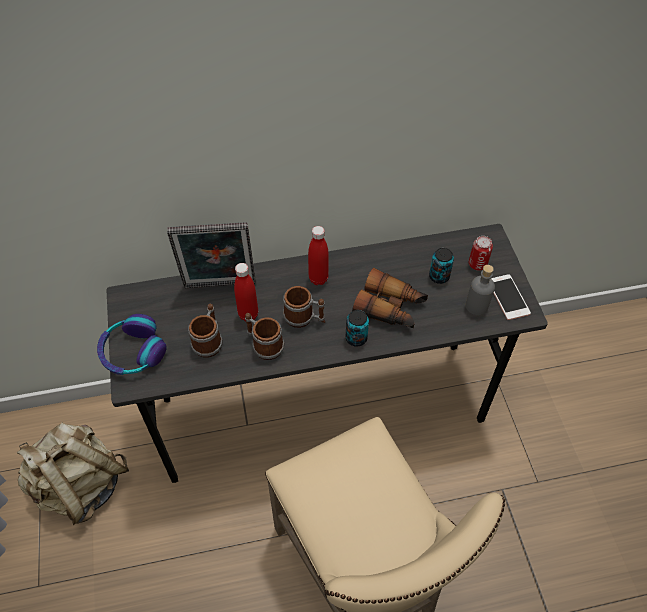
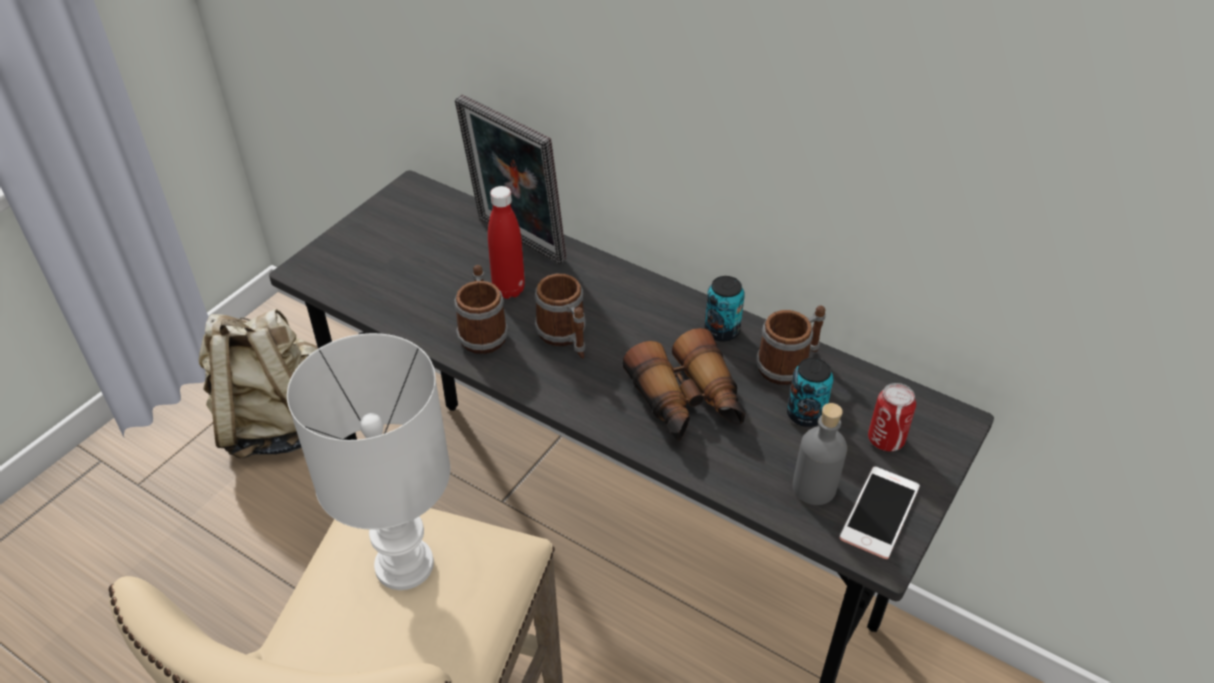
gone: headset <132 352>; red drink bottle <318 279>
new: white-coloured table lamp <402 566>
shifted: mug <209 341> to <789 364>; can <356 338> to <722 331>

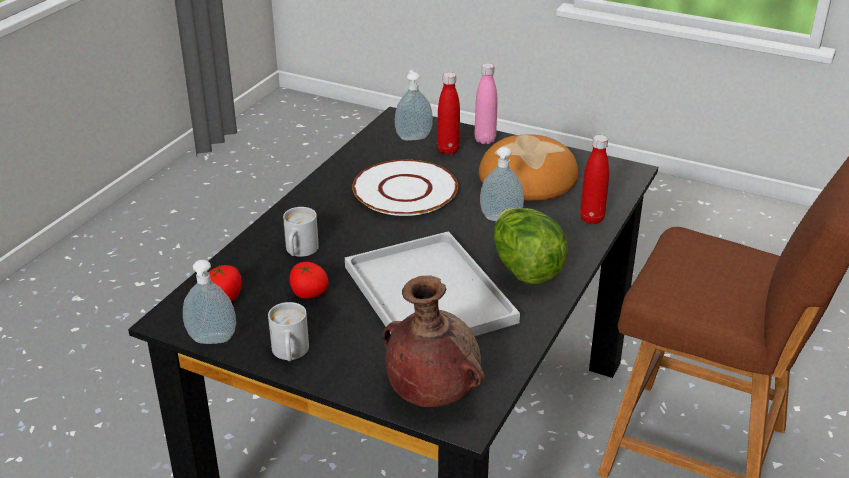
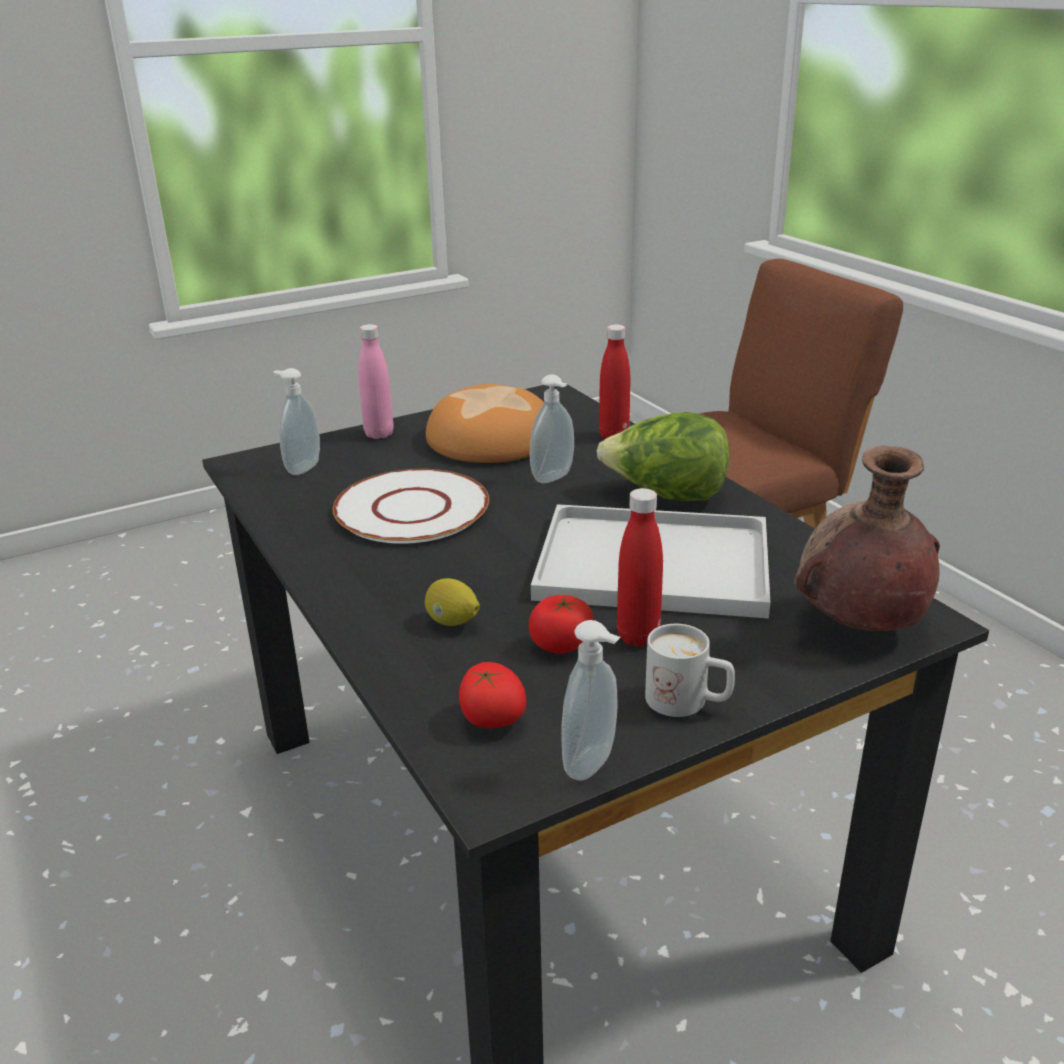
shifted: red drink bottle <448 150> to <638 637>
swapped: white-coloured mug <300 252> to citrus fruit <452 622>

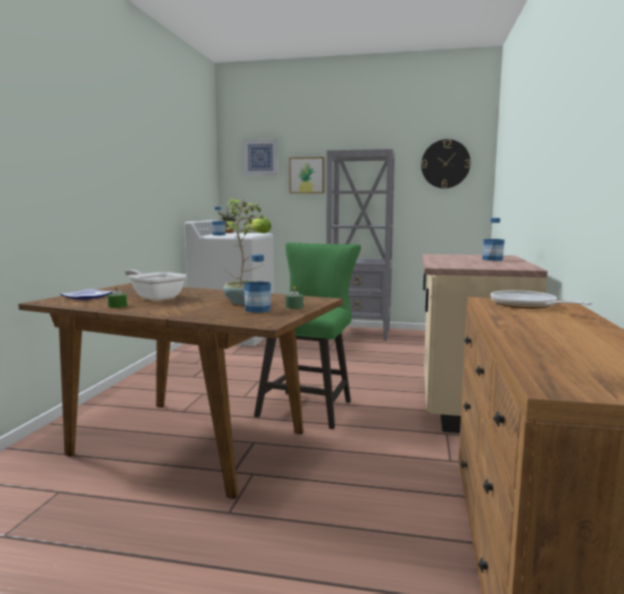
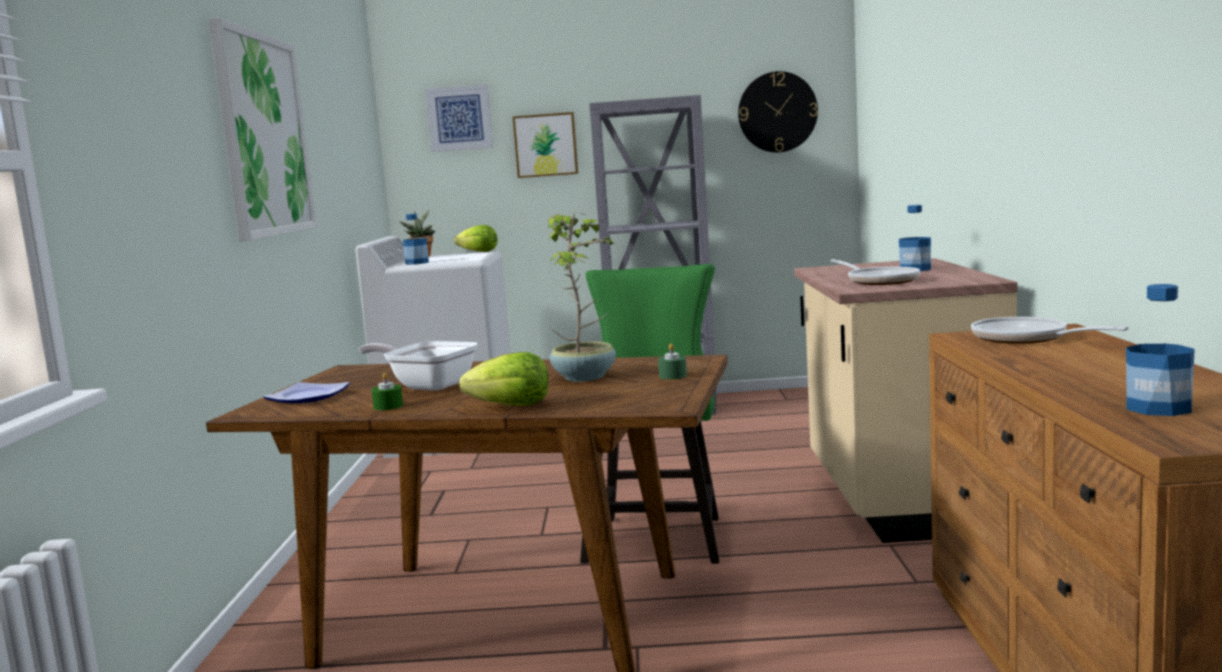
new: picture <263 135>; lettuce <512 406>; skillet <879 281>
shifted: drink bottle <257 310> to <1158 408>

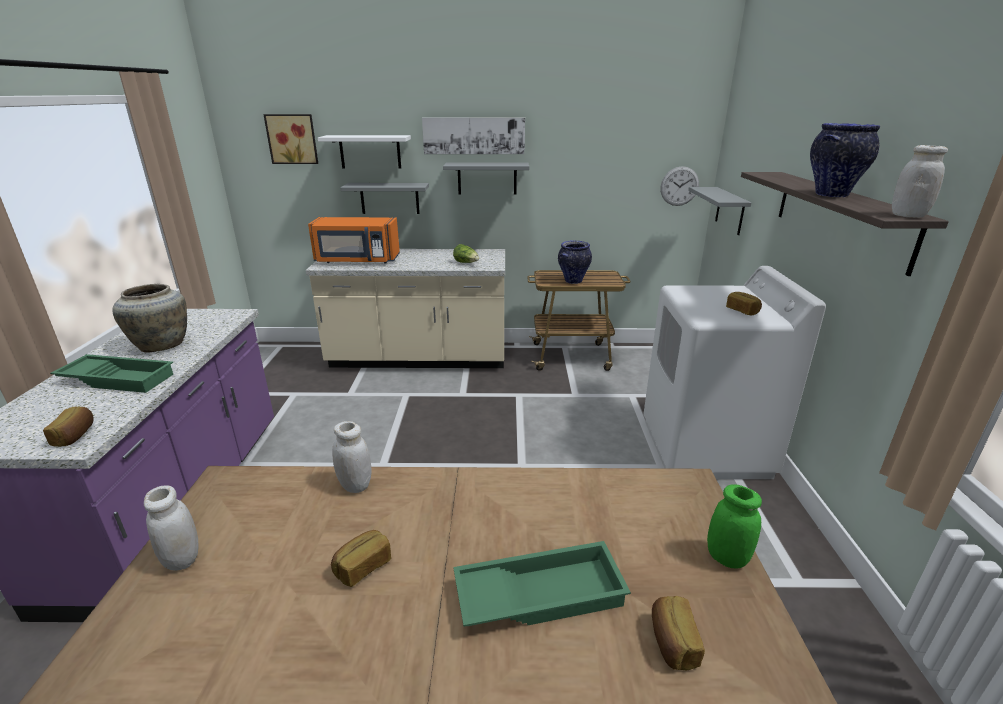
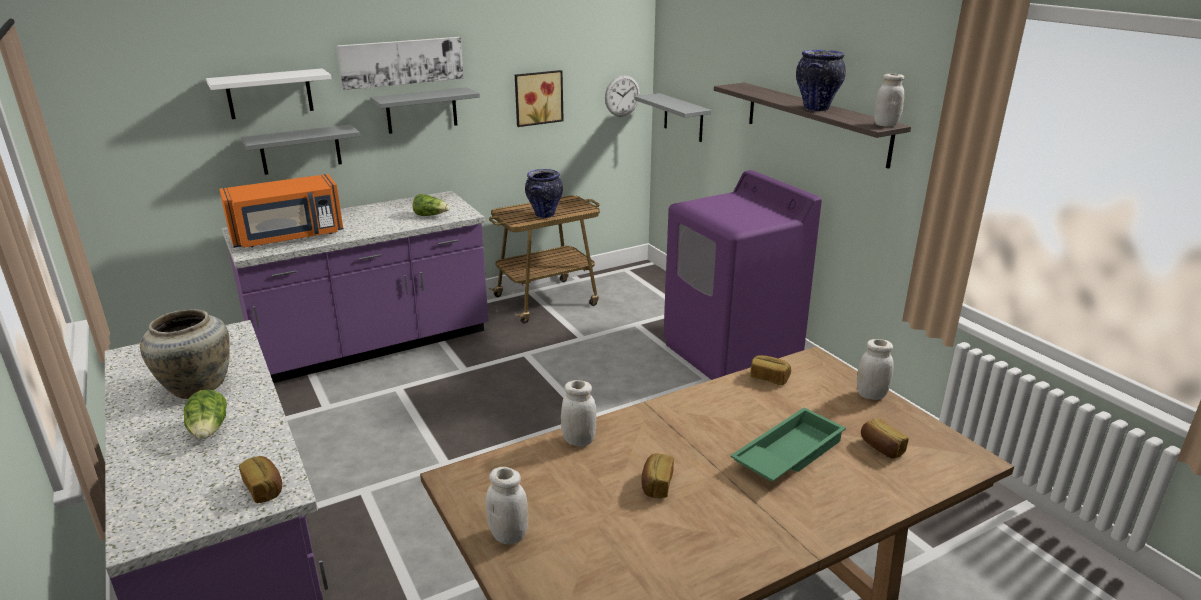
shifted: picture <292 139> to <538 97>; bread <742 311> to <769 378>
swapped: green-coloured serving tray <119 378> to lettuce <209 430>
repainted: beige-coloured kitchen counter <419 358> to purple-coloured kitchen counter <373 345>; white-coloured washing machine <705 448> to purple-coloured washing machine <731 353>; green-coloured jar <726 557> to white-coloured jar <871 395>

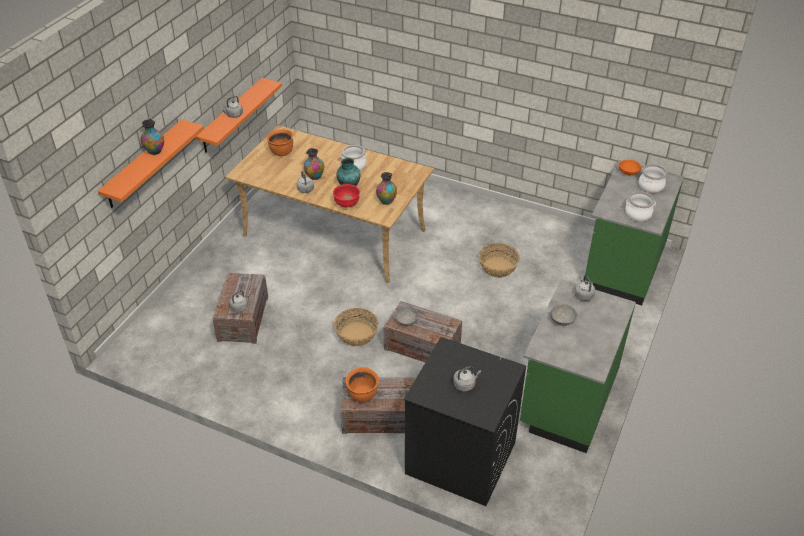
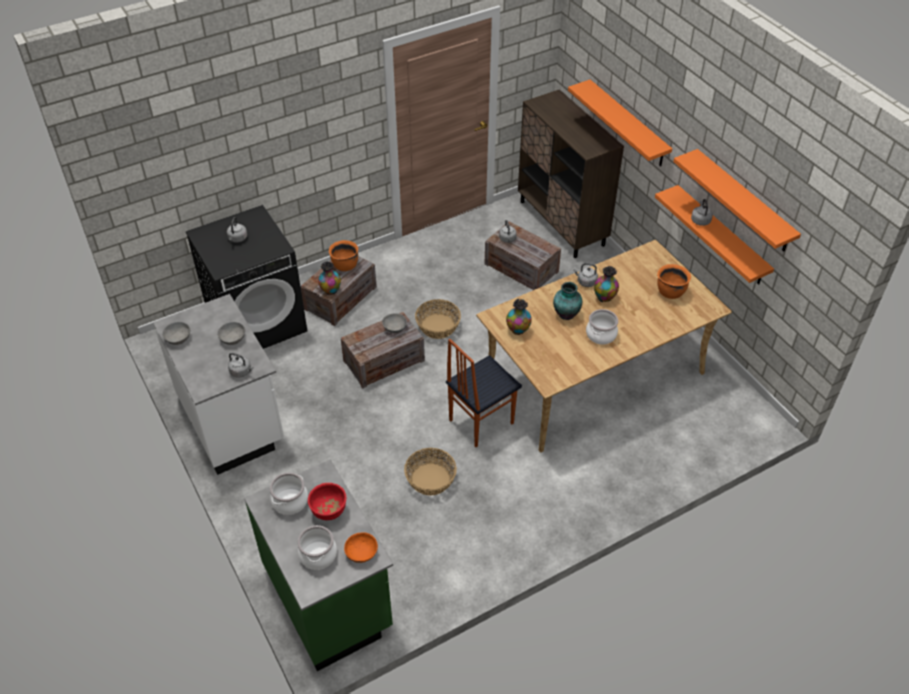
new: gray bowl <178 338>; upright chair <480 421>; brown-coloured storage cabinet <562 223>; orange-coloured shelf <743 201>
shifted: vase <155 151> to <330 290>; red bowl <347 204> to <328 511>
repainted: green-coloured kitchen counter <567 400> to white-coloured kitchen counter <232 419>

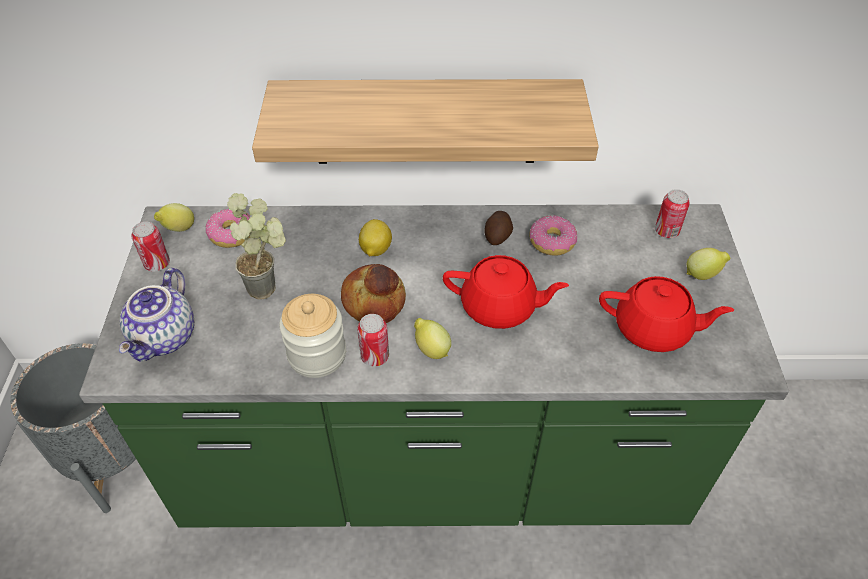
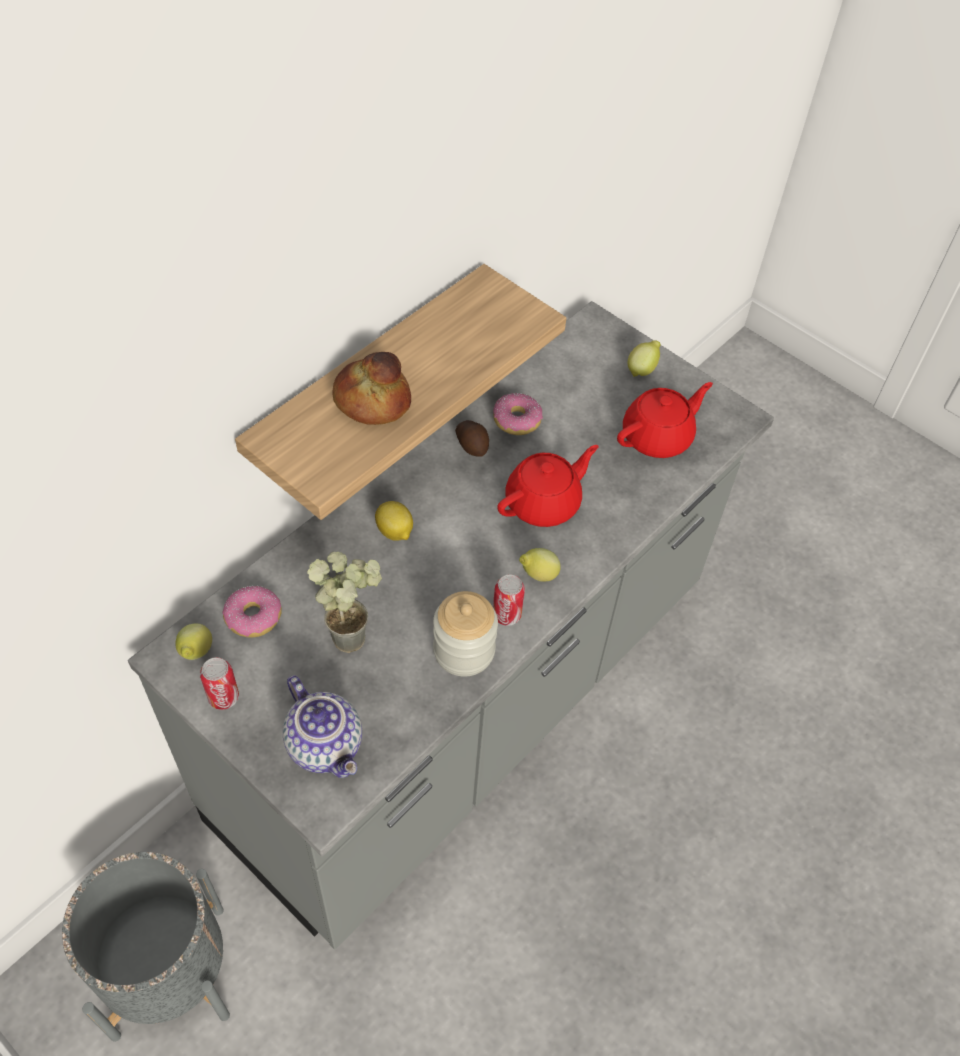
gone: can <666 231>
shifted: bread <374 301> to <372 400>
repainted: green-coloured kitchen counter <434 466> to gray kitchen counter <468 705>

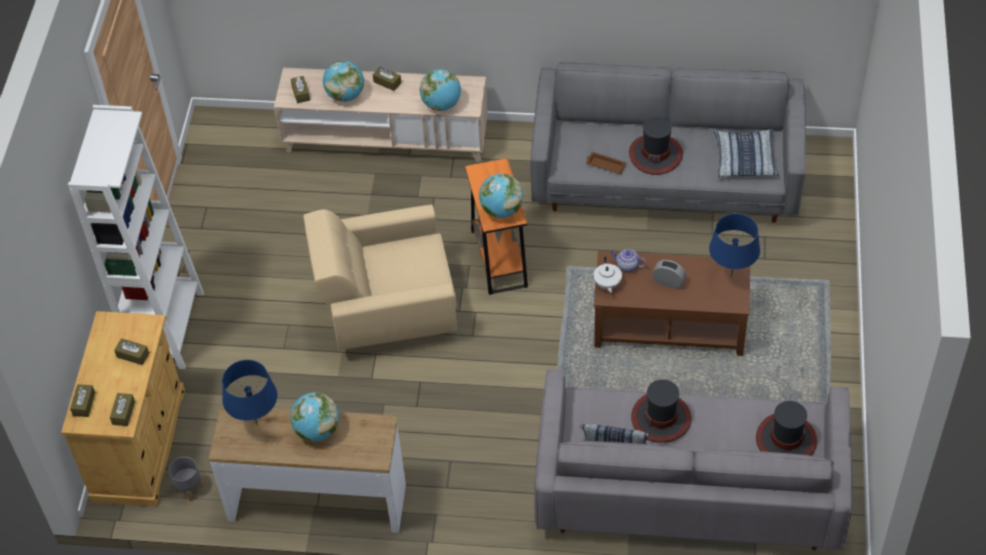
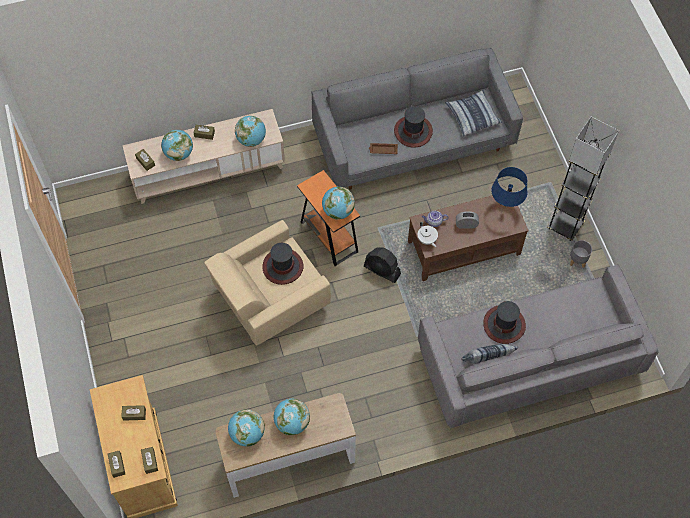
gone: white-coloured bookcase <167 328>
new: black-coloured cooling fan <382 270>; gray standard lamp <565 226>
shifted: gray plant pot <189 489> to <578 260>; hat <785 439> to <282 267>
swapped: blue-coloured table lamp <256 424> to globe <247 434>

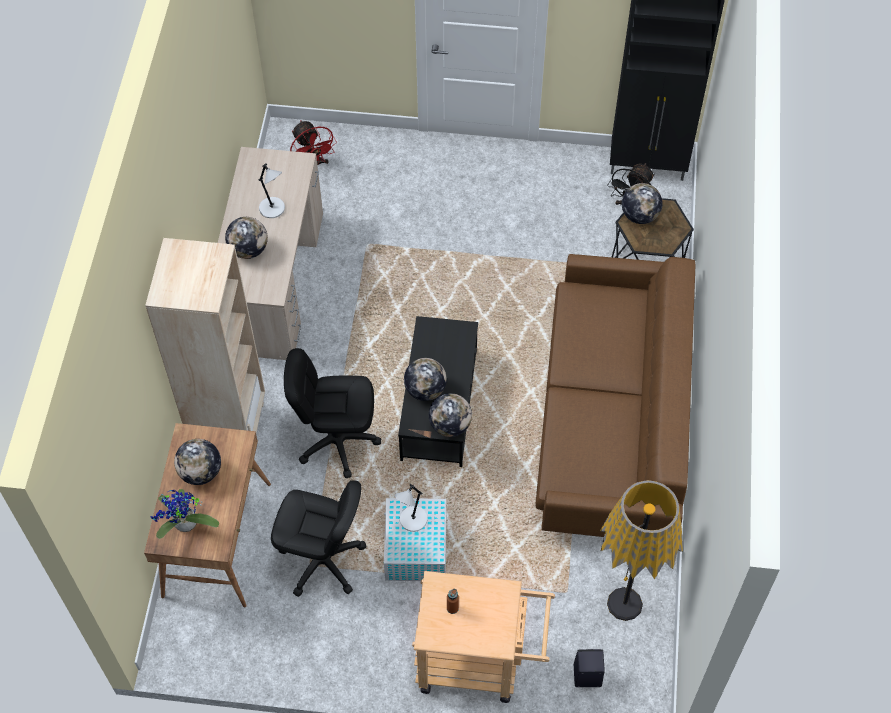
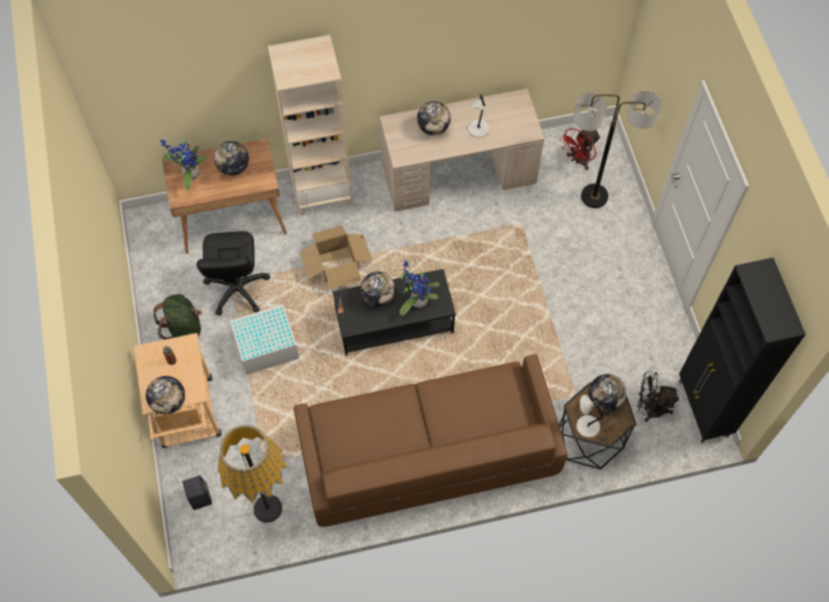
new: green-coloured backpack <184 329>; plant in a pot <416 300>; standard lamp <594 196>
shifted: gray table lamp <412 520> to <586 426>; globe <450 425> to <169 402>
swapped: black-coloured computer chair <337 441> to packing box <337 264>

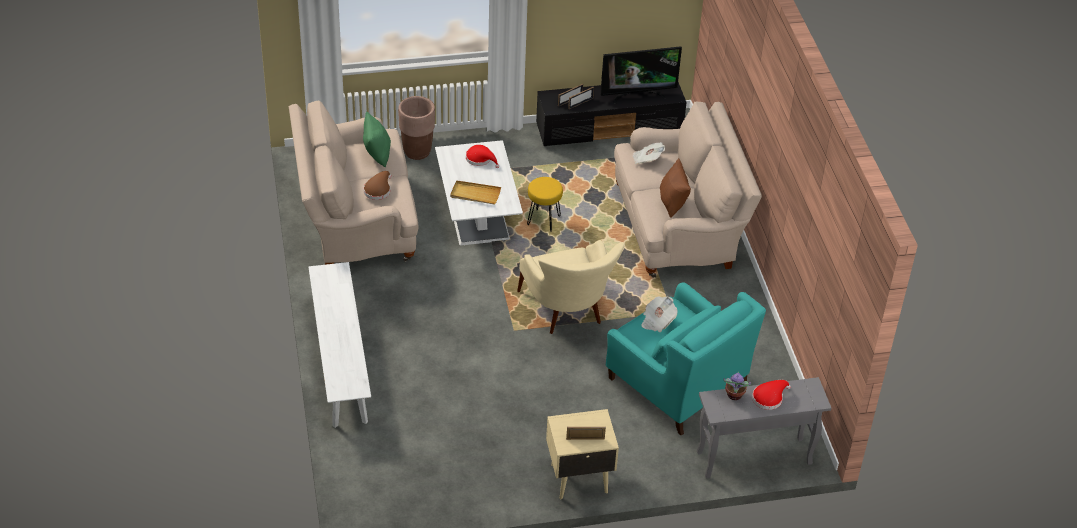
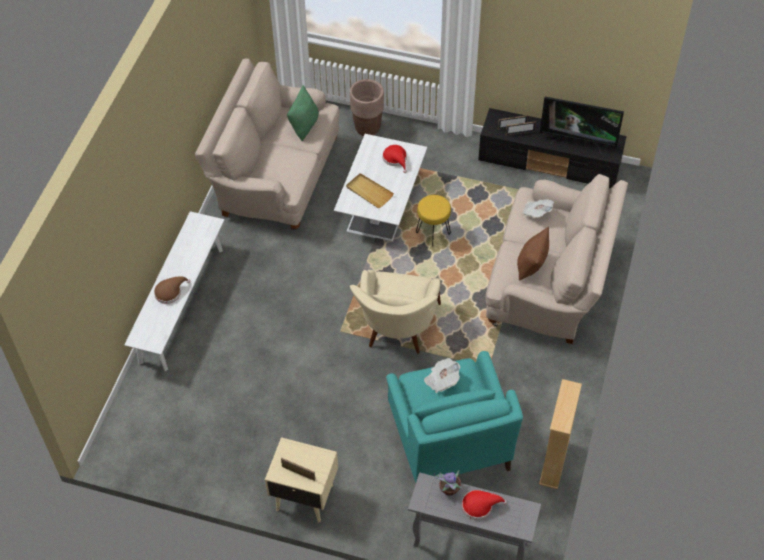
new: beige-coloured bookcase <554 462>
shifted: brown-coloured hat <378 190> to <170 292>

